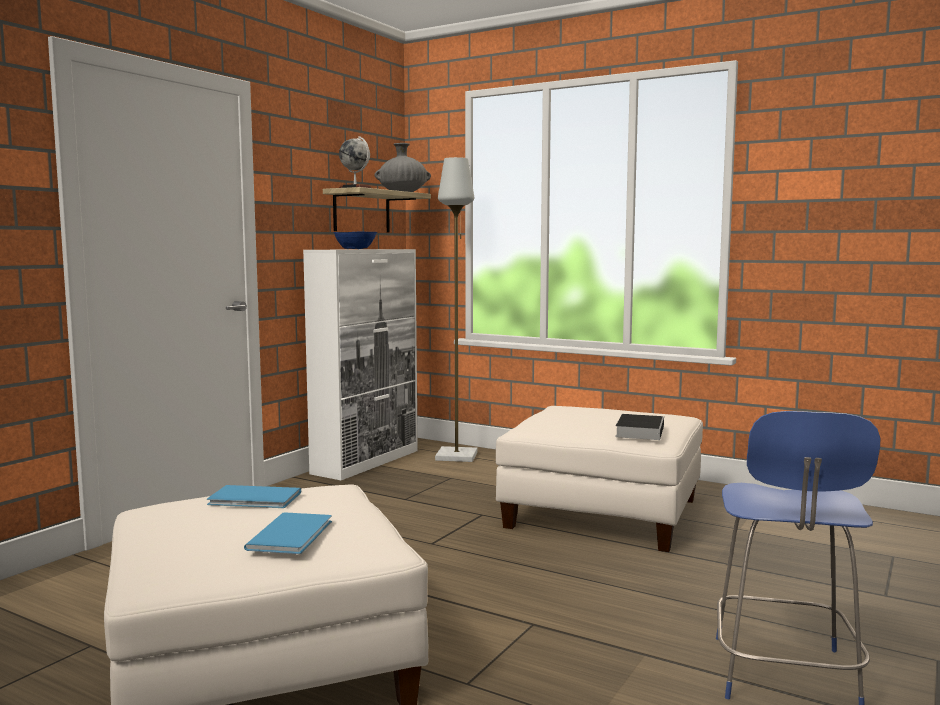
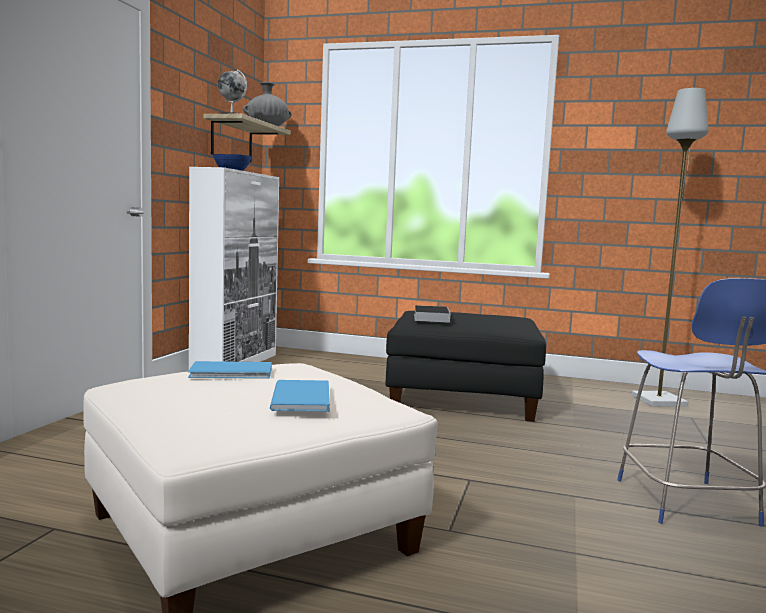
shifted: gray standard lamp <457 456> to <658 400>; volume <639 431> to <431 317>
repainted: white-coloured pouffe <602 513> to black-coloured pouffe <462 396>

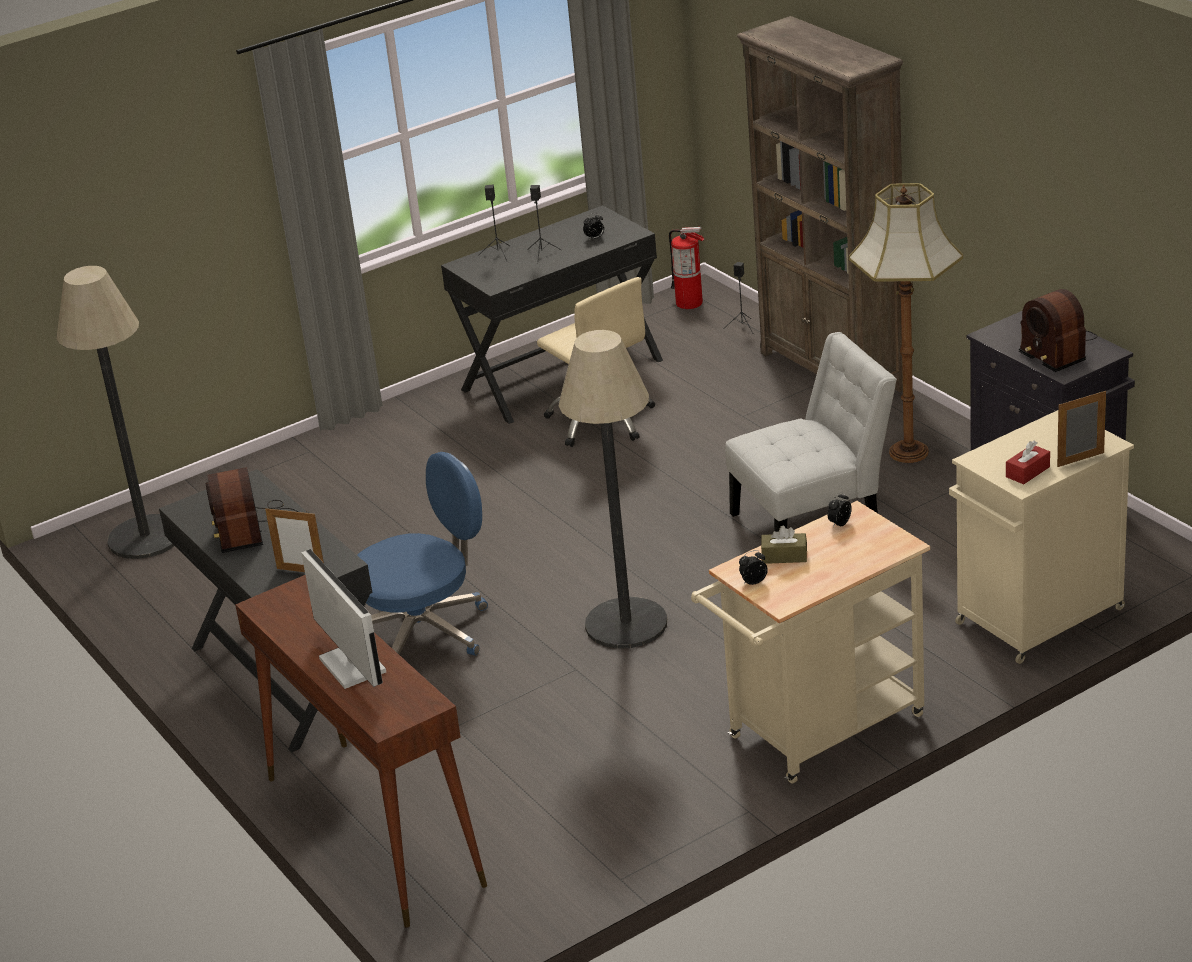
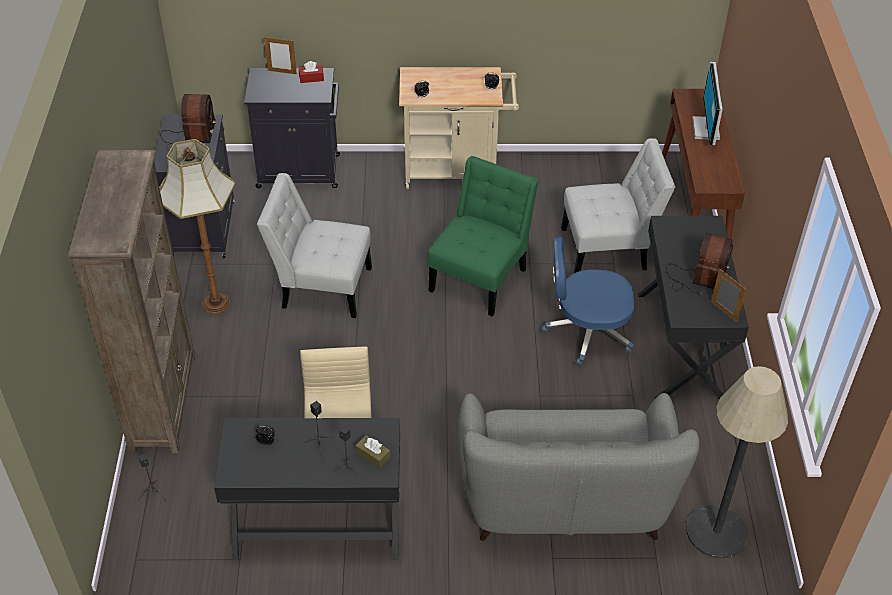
gone: extinguisher <689 303>
new: gray settee <564 499>; white-coloured upright chair <609 248>
shifted: standing frame <301 571> to <724 311>; brown-coloured tissue box <784 556> to <373 455>
swapped: standard lamp <626 624> to green-coloured upright chair <481 276>
repainted: beige-coloured storage cabinet <1037 618> to black-coloured storage cabinet <300 171>

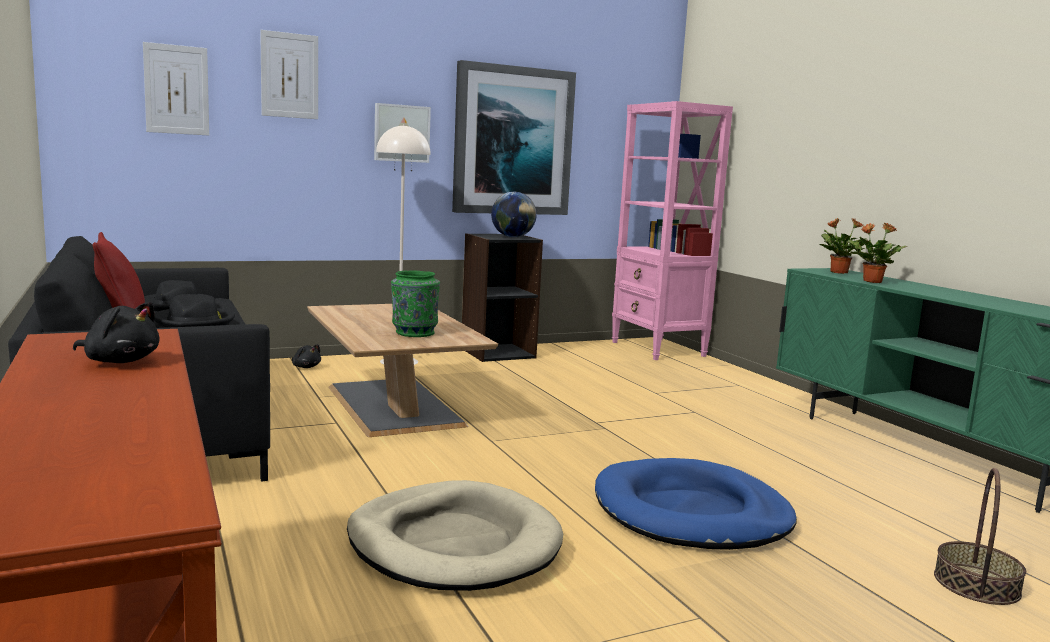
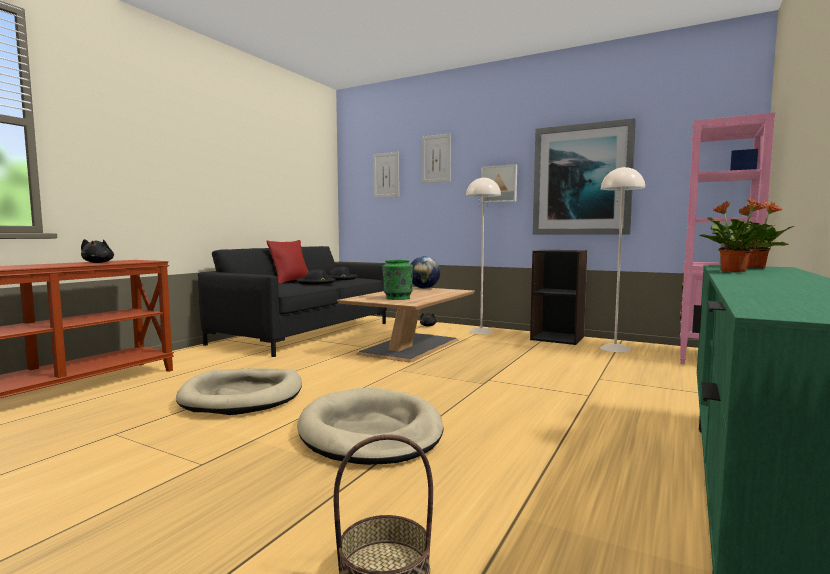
new: beige-coloured standard lamp <615 348>
shifted: globe <512 237> to <424 288>
repainted: blue-coloured pet bed <691 513> to beige-coloured pet bed <370 432>

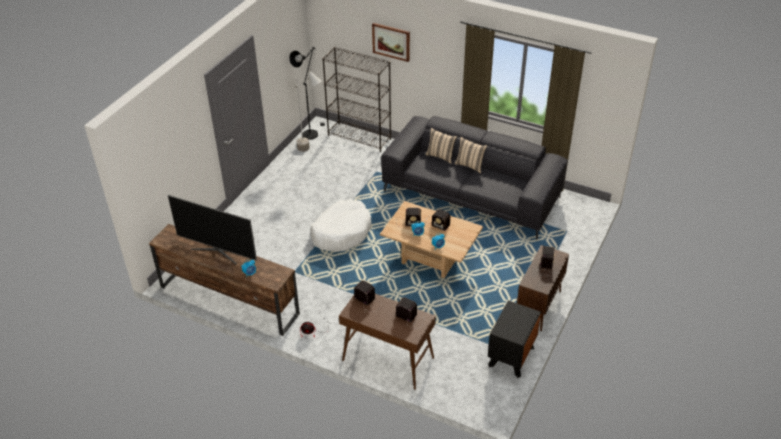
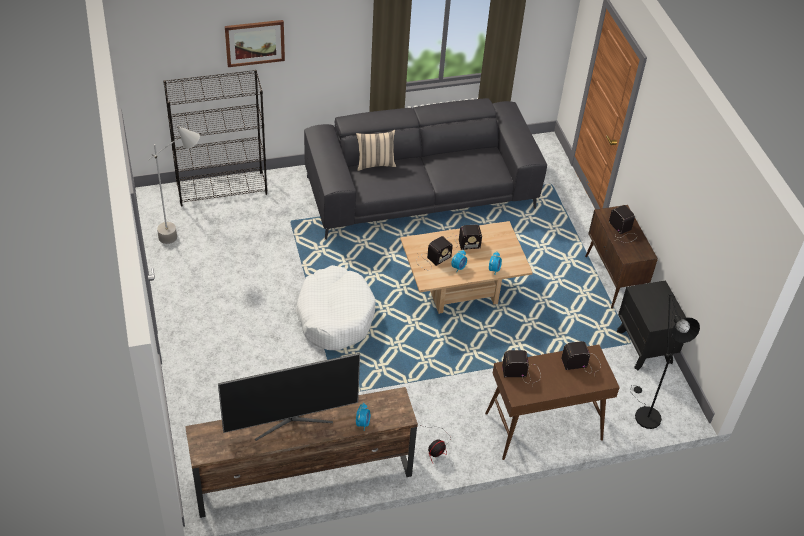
gone: beige-coloured pillow <470 165>
shifted: black-coloured standard lamp <311 133> to <645 413>

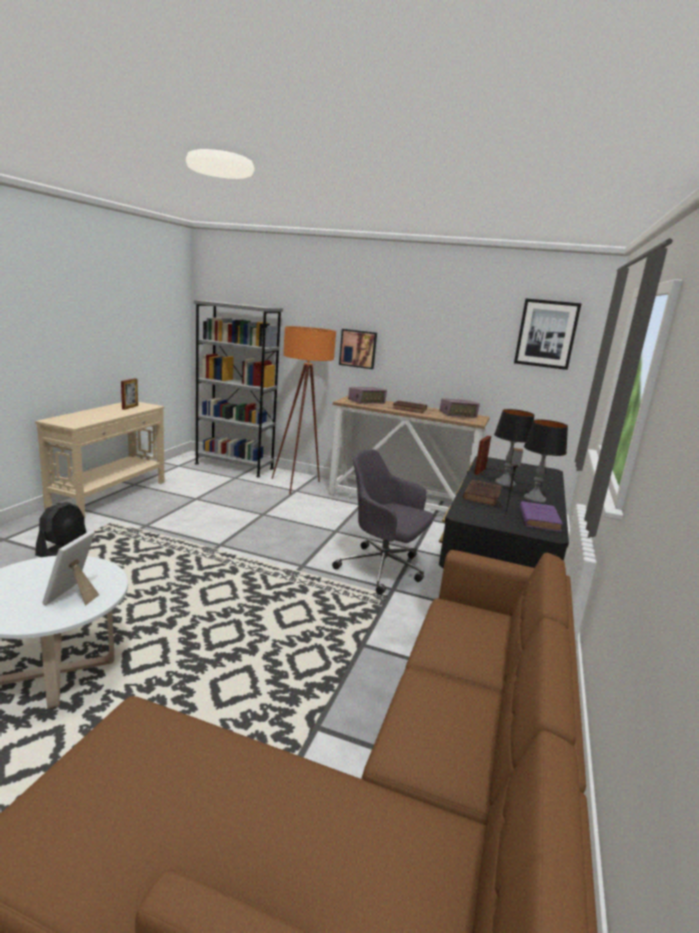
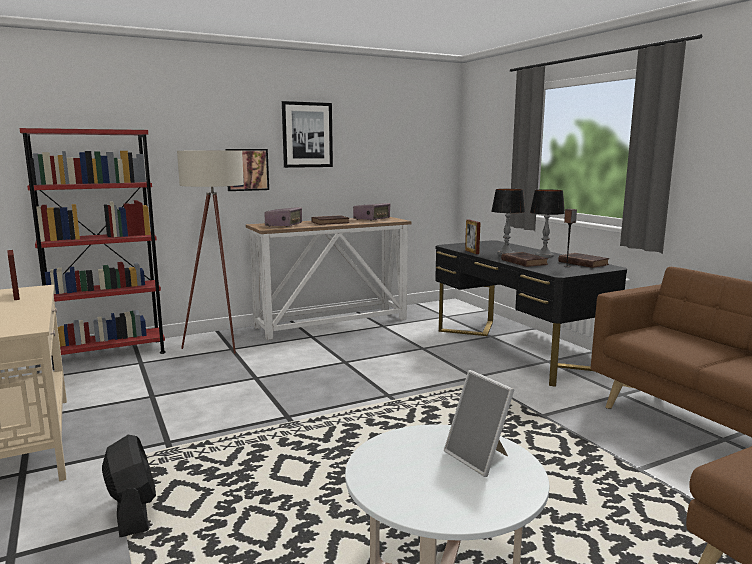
gone: gray computer chair <383 569>
shifted: picture <546 334> to <307 135>
repainted: gray bookcase <234 466> to red bookcase <109 354>; orange-coloured standard lamp <299 484> to beige-coloured standard lamp <220 343>; purple-coloured volume <539 519> to brown-coloured volume <582 263>

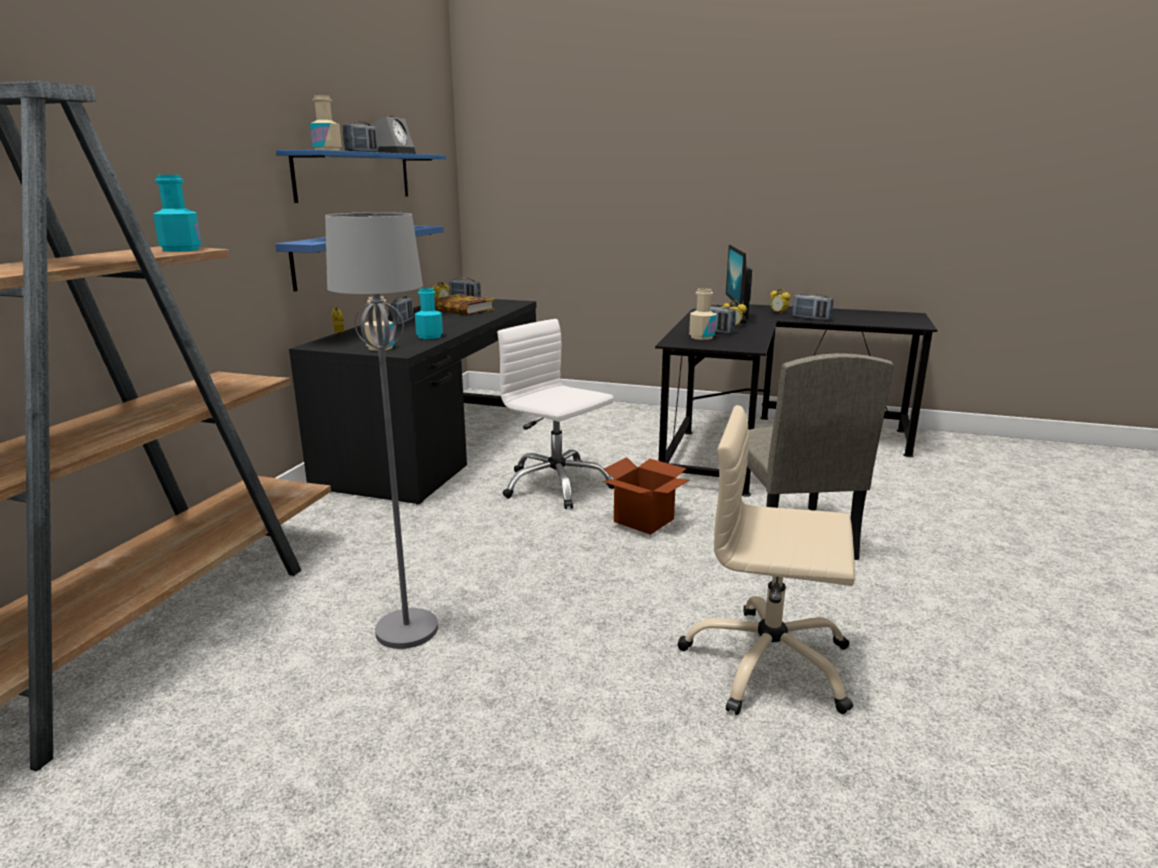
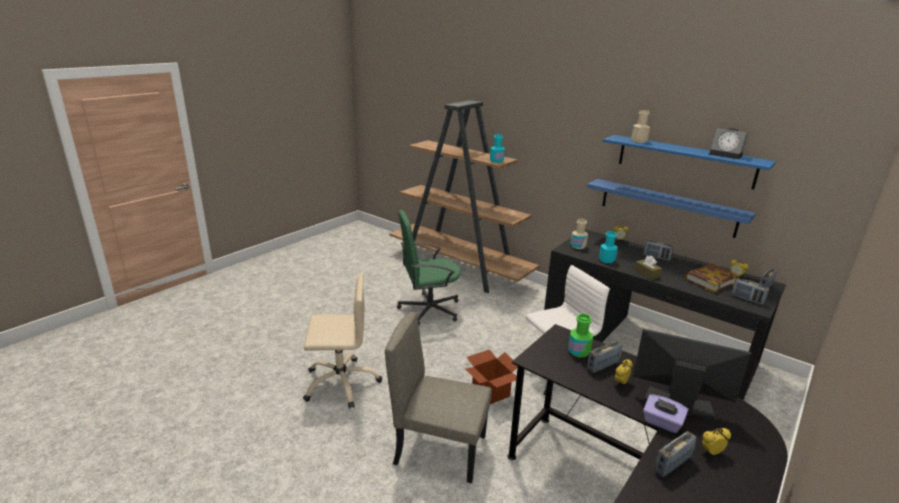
new: brown-coloured tissue box <646 273>; purple-coloured tissue box <662 423>
shifted: radio receiver <362 152> to <747 299>
swapped: gray standard lamp <406 630> to green-coloured computer chair <428 309>
repainted: beige-coloured drink bottle <701 337> to green-coloured drink bottle <578 351>
rotated: beige-coloured computer chair <768 664> = <341 383> 45 degrees clockwise

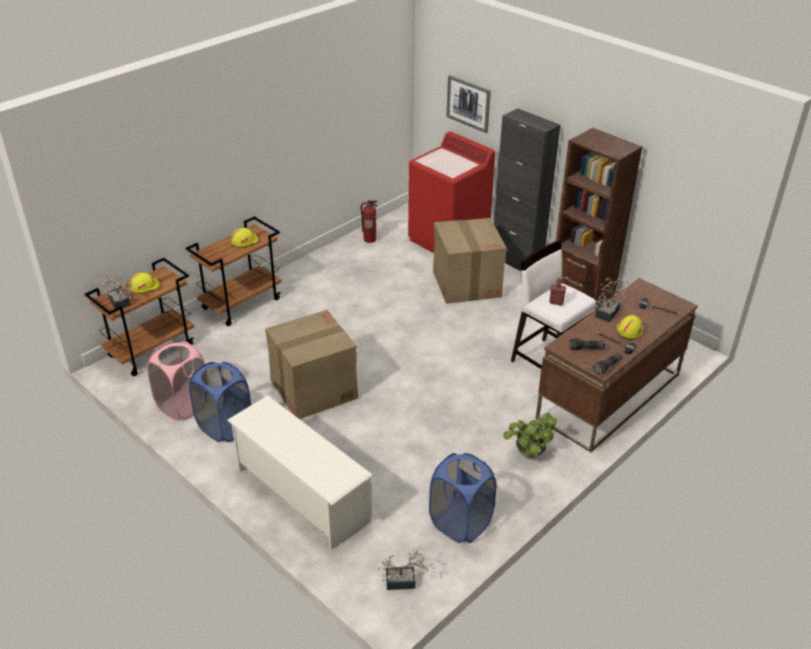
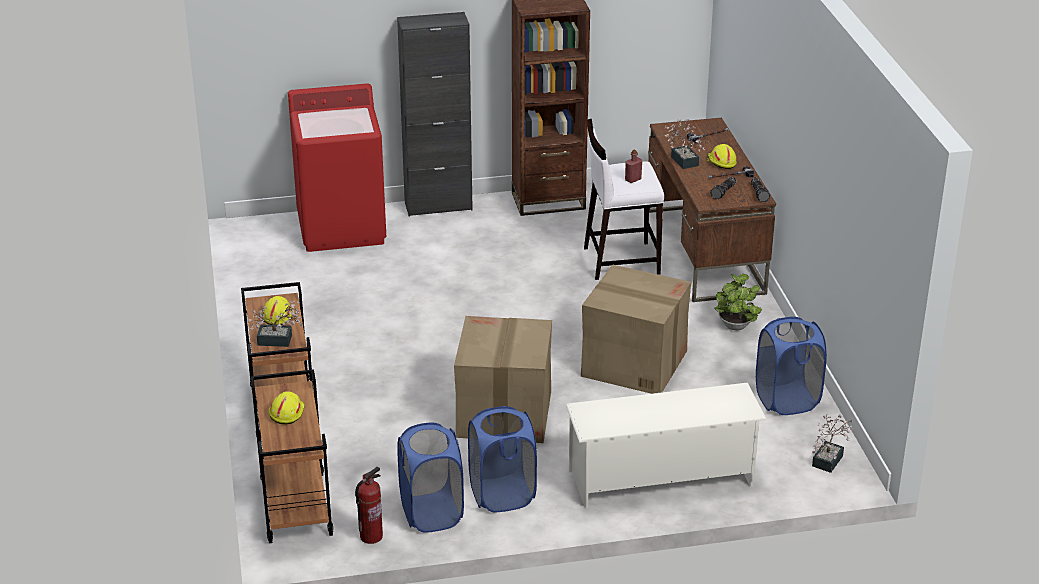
gone: picture <468 103>
shifted: plant in a pot <120 303> to <279 340>; extinguisher <370 239> to <371 536>; packing box <466 283> to <633 363>
repainted: pinkish hamper <183 405> to blue-coloured hamper <431 513>

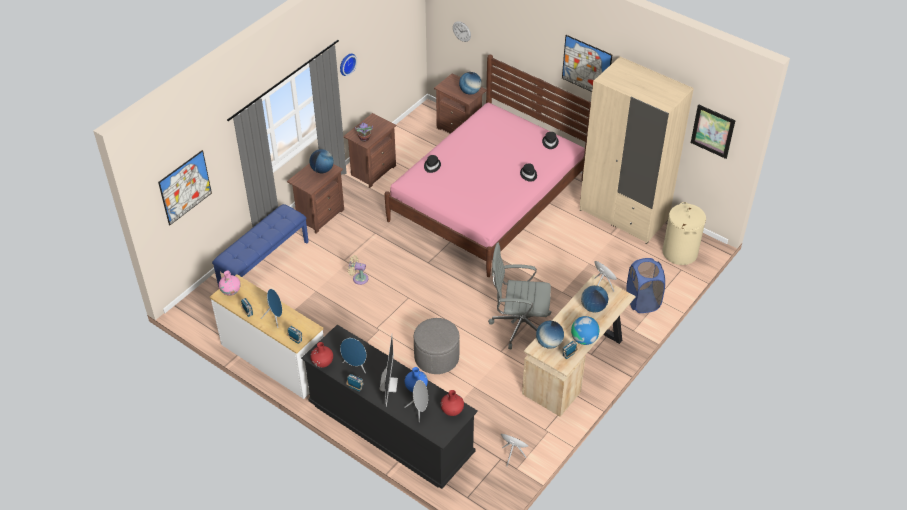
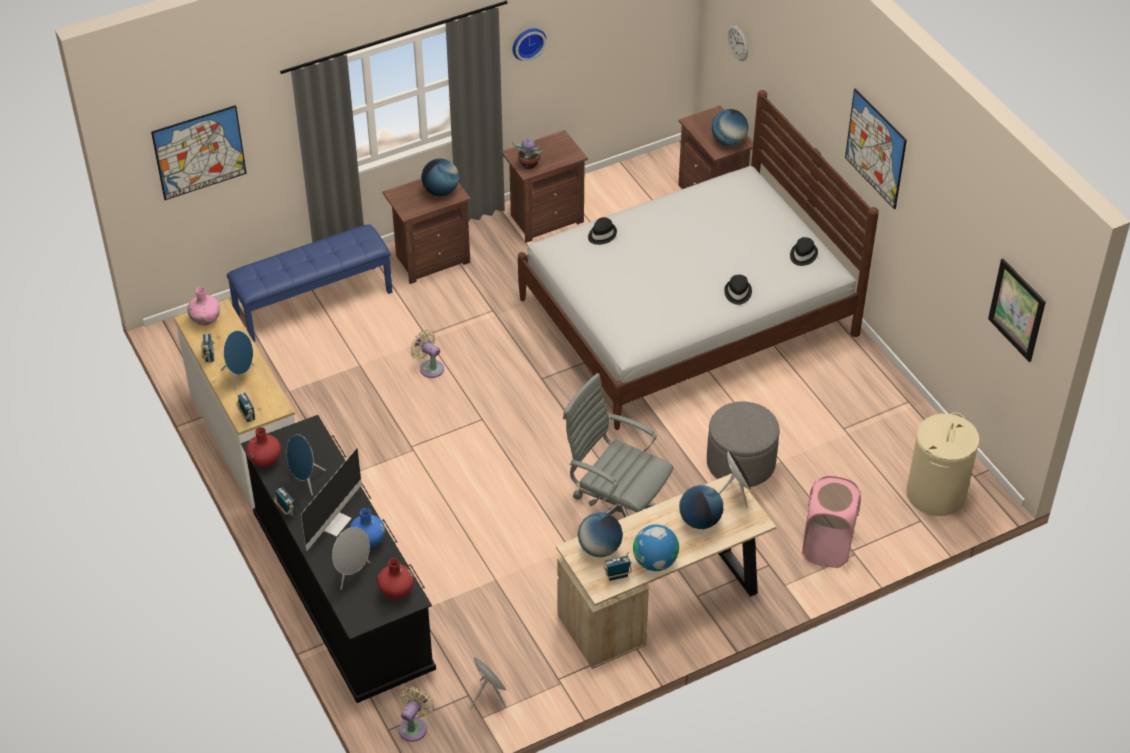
gone: beige-coloured clothes cupboard <624 215>
new: beige-coloured cooling fan <414 727>
shifted: gray pouffe <436 357> to <740 463>
repainted: pinkish bedroom bed <488 200> to white-coloured bedroom bed <687 317>; blue-coloured hamper <642 301> to pinkish hamper <827 547>

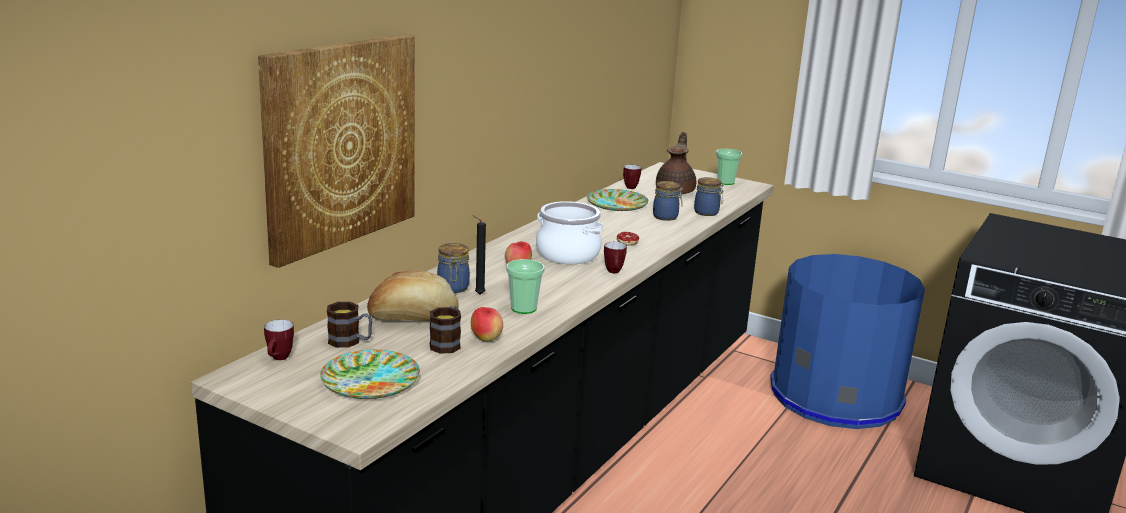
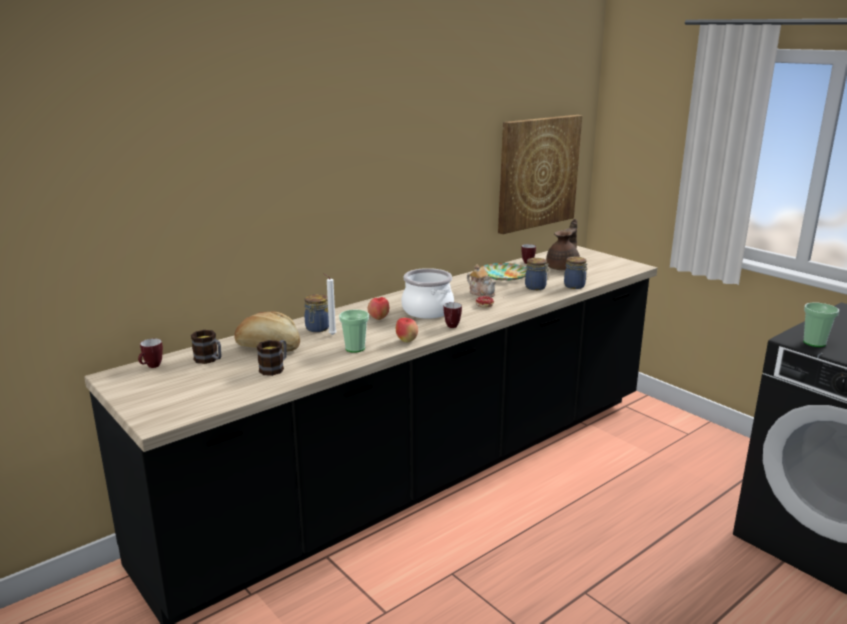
gone: dinner plate <370 380>; blue-coloured trash can <835 395>
new: pot for tea <481 293>
shifted: picture <340 144> to <538 172>; apple <486 339> to <406 341>; small cup <725 182> to <814 343>
repainted: black-coloured wax light <478 294> to white-coloured wax light <331 334>

